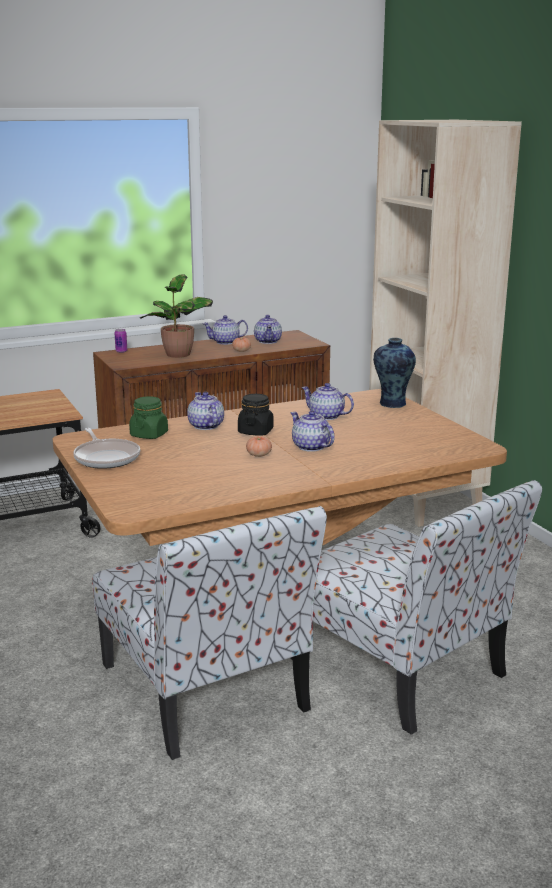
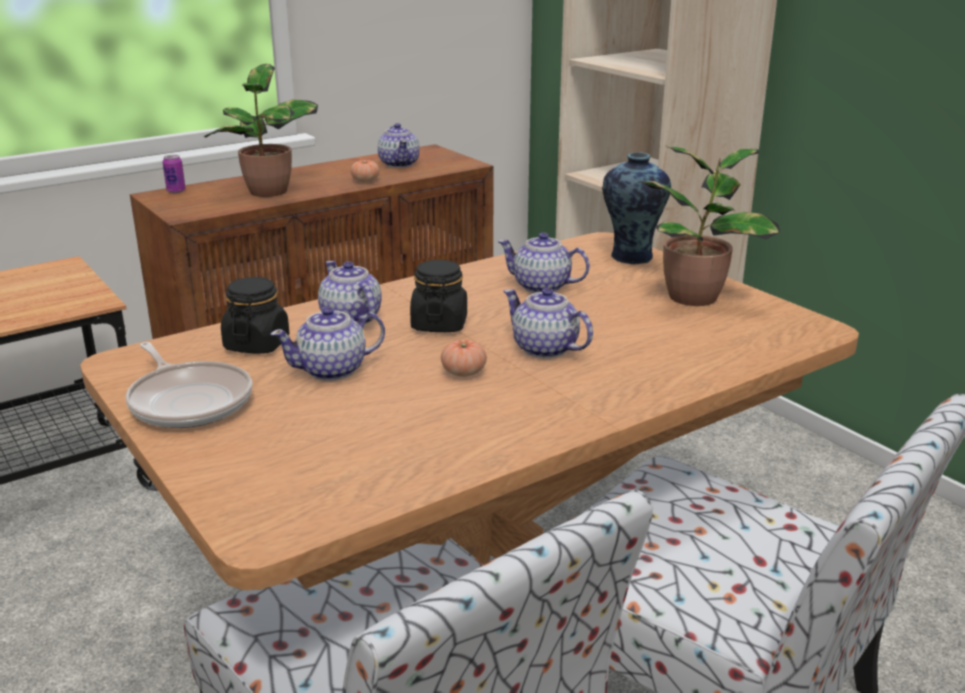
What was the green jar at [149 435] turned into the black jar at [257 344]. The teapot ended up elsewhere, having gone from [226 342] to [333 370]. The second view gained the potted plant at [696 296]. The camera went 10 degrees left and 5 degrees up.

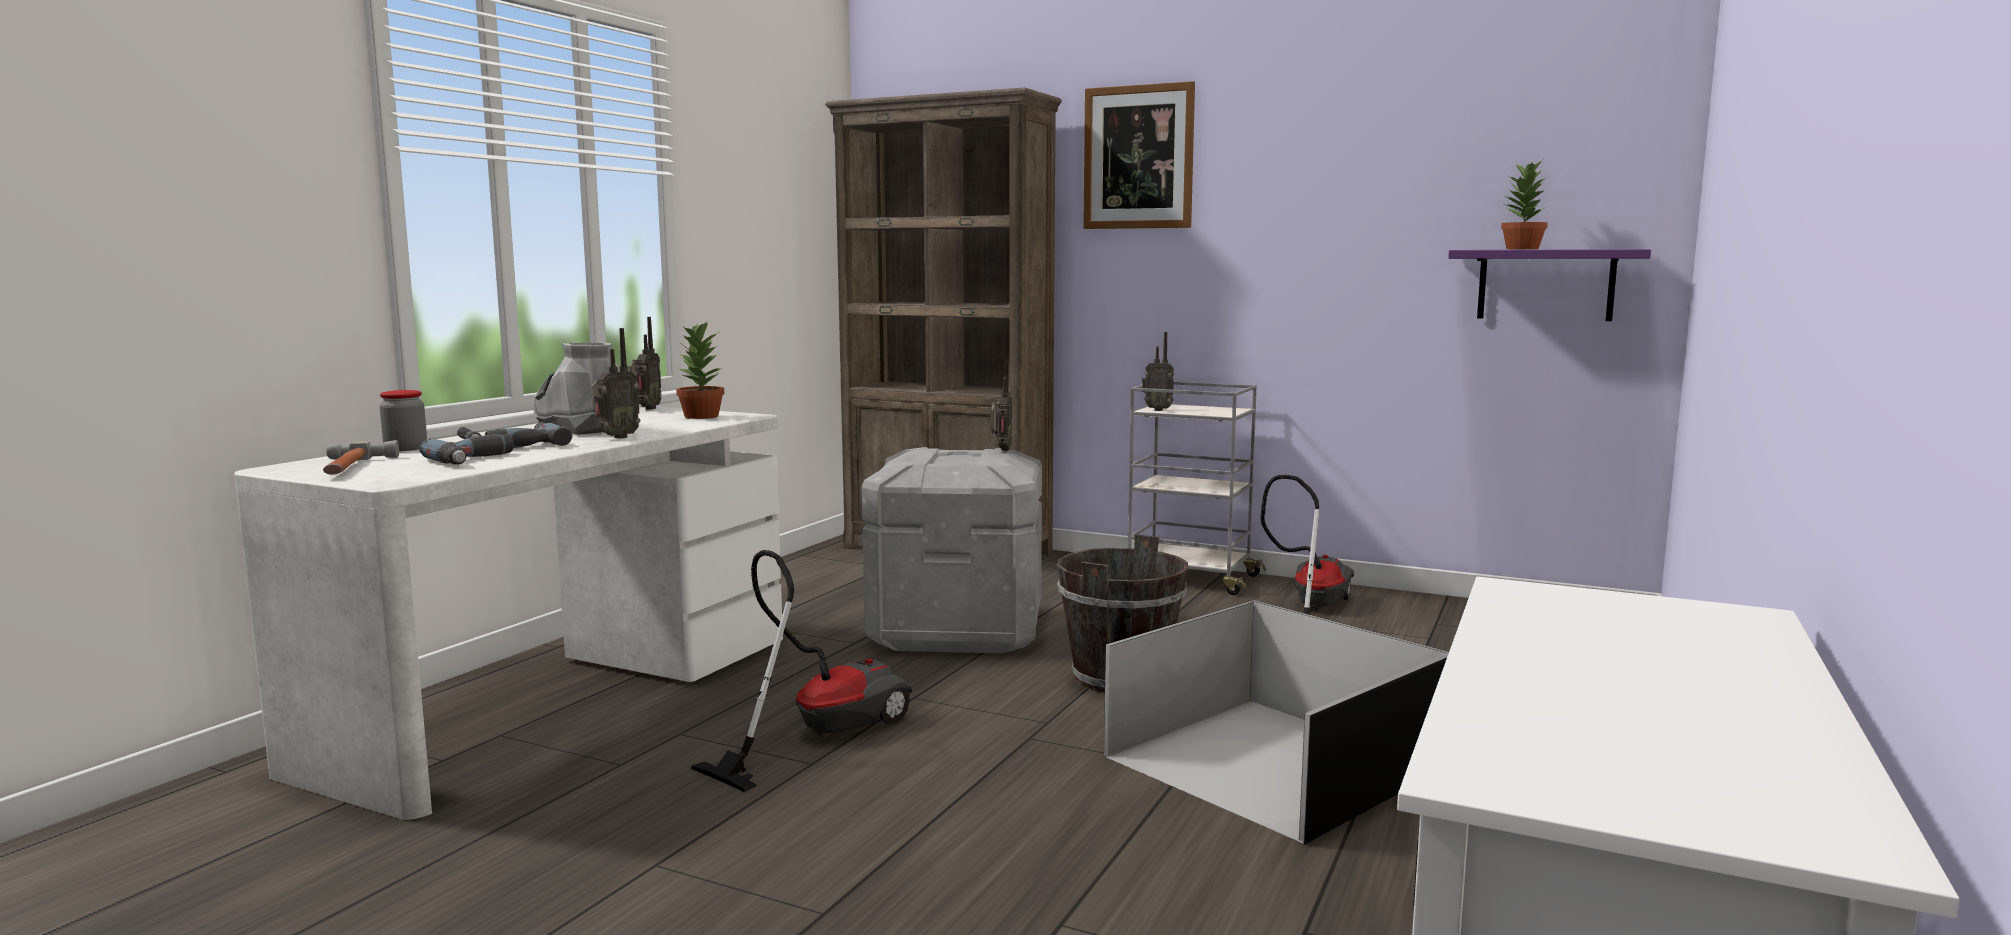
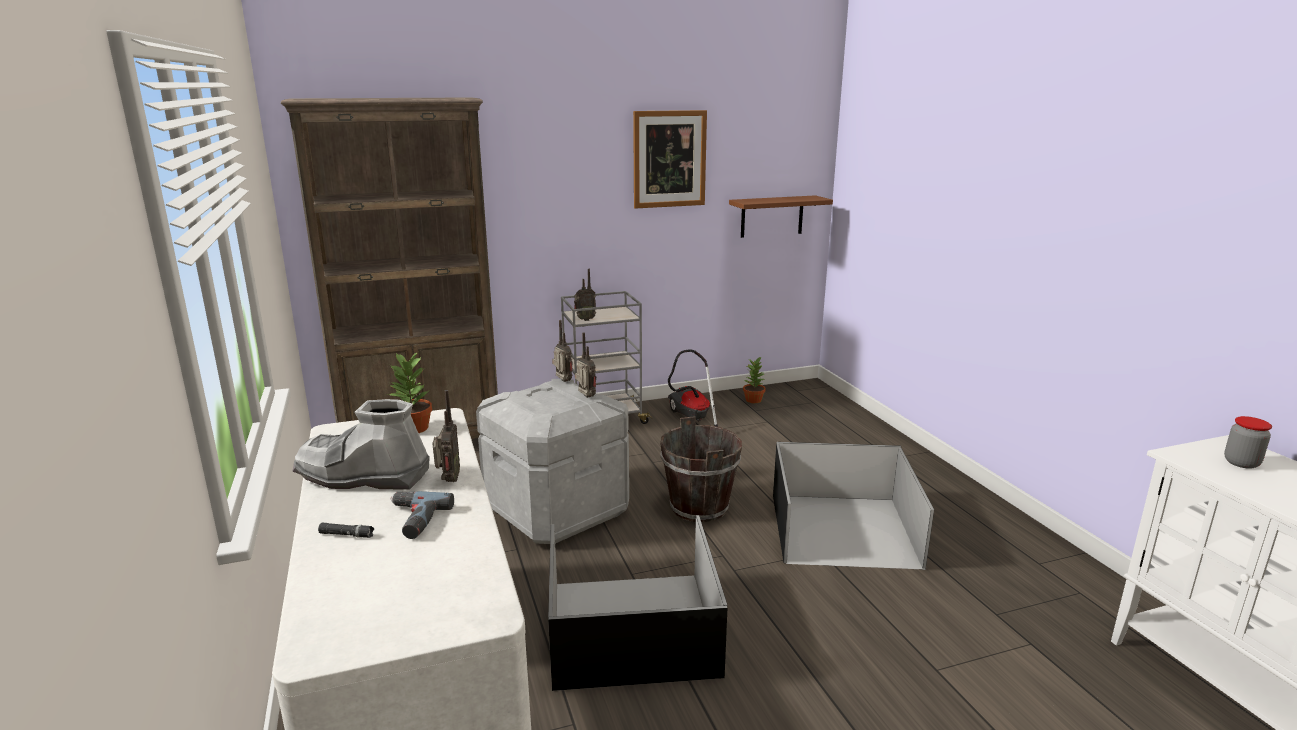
The second view lost the hammer at [350 468]. The jar ended up elsewhere, having gone from [405 448] to [1241 463]. The second view lost the power drill at [476 459]. The radio ended up elsewhere, having gone from [645 409] to [585 397]. Where the vacuum cleaner stood at [819 733], the black storage box came to stand at [634 628]. The picture ended up elsewhere, having gone from [1138 157] to [669 159]. What was the purple shelf at [1545 285] turned into the brown shelf at [772 216]. The potted plant ended up elsewhere, having gone from [1523 249] to [754 400]. The camera went 45 degrees left and 10 degrees up.

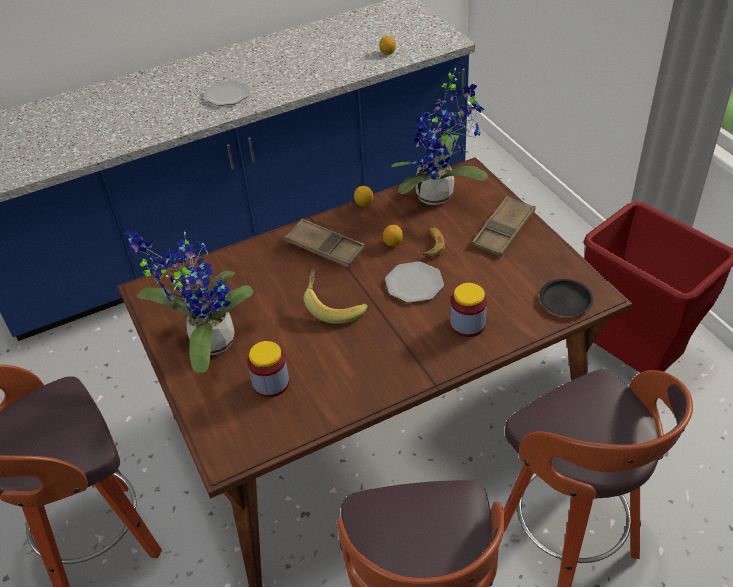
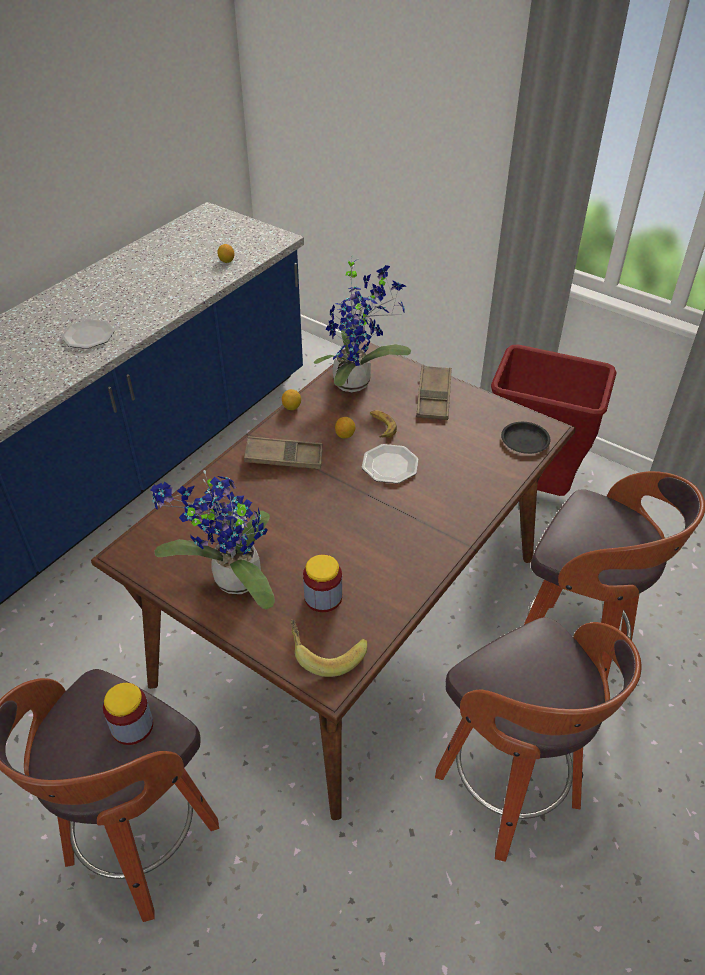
The banana ended up elsewhere, having gone from [334 306] to [326 653]. The jar ended up elsewhere, having gone from [467 324] to [132 726]. The camera went 30 degrees left and 0 degrees up.

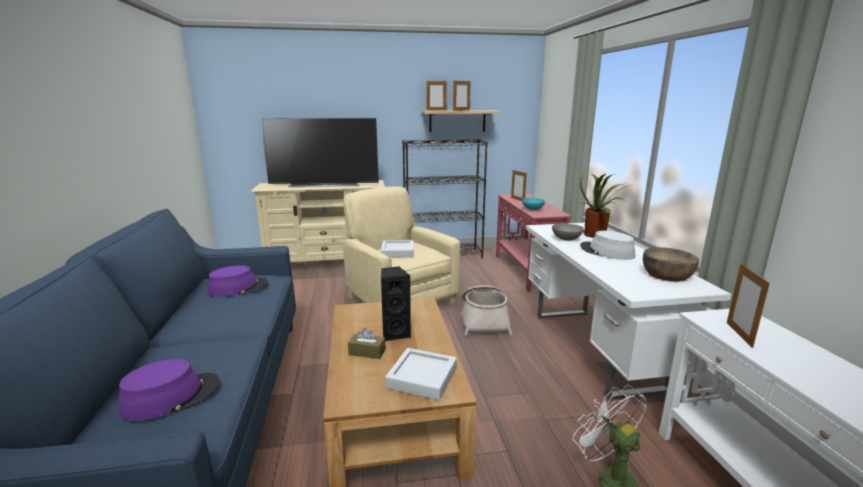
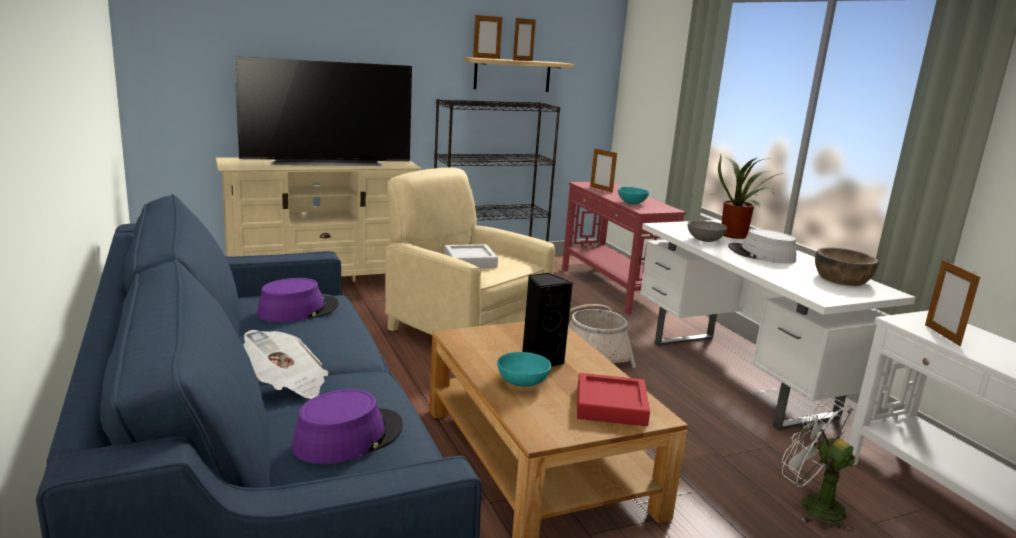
Where the brown tissue box stood at [367 352], the turquoise bowl came to stand at [523 383]. What was the grey tray at [422 378] turned into the red tray at [611 406]. The second view gained the newspaper at [286 384]. The camera went 15 degrees left and 0 degrees up.

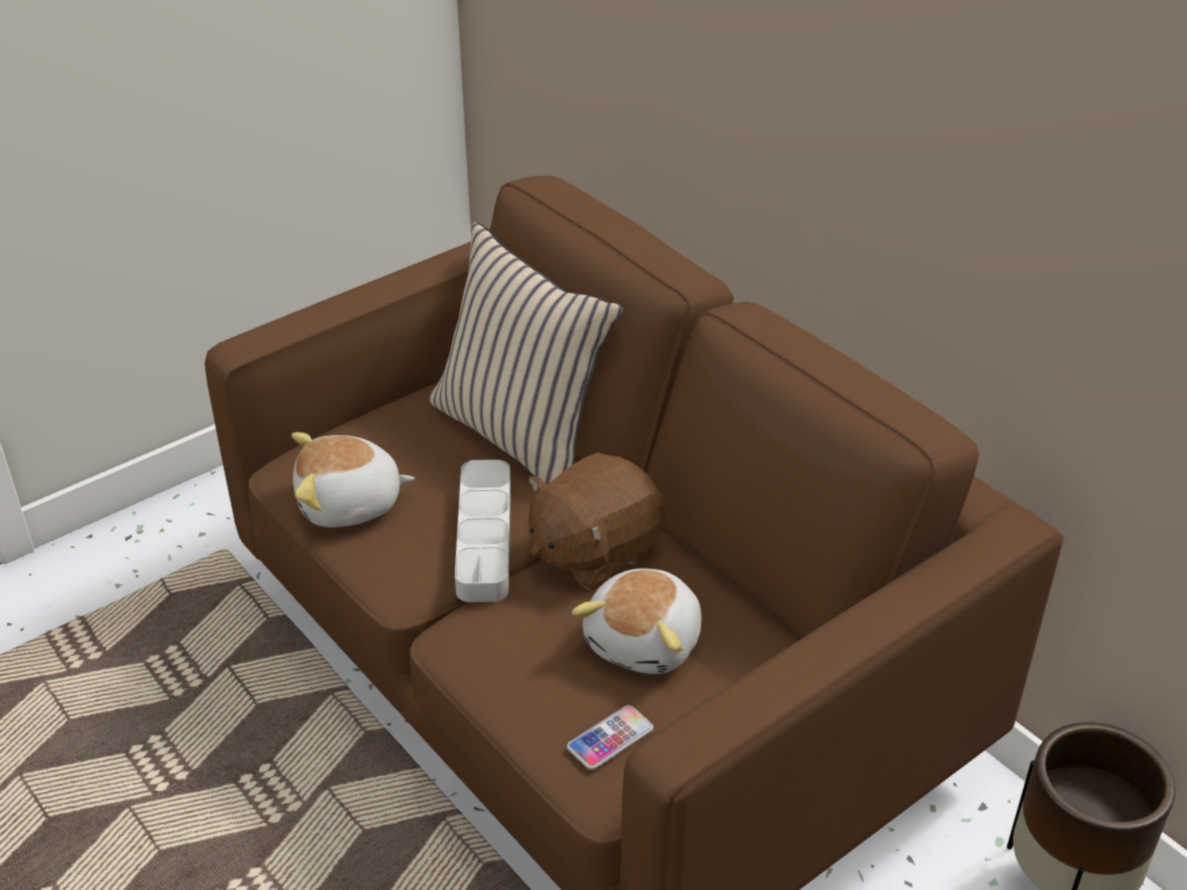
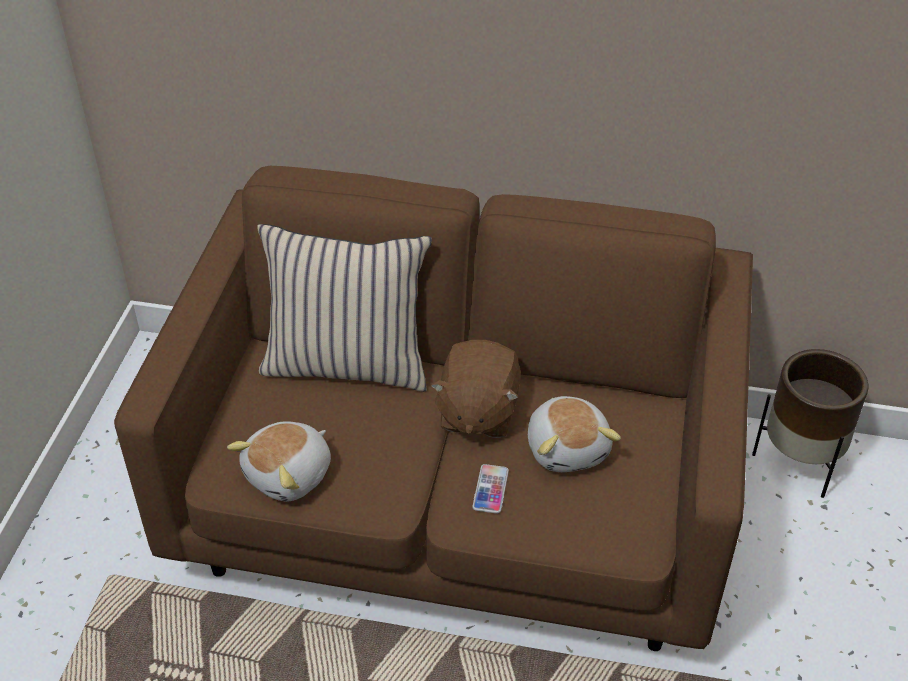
The second view lost the grey tray at [484 537]. The phone ended up elsewhere, having gone from [610 738] to [490 489]. The camera went 40 degrees left and 5 degrees up.

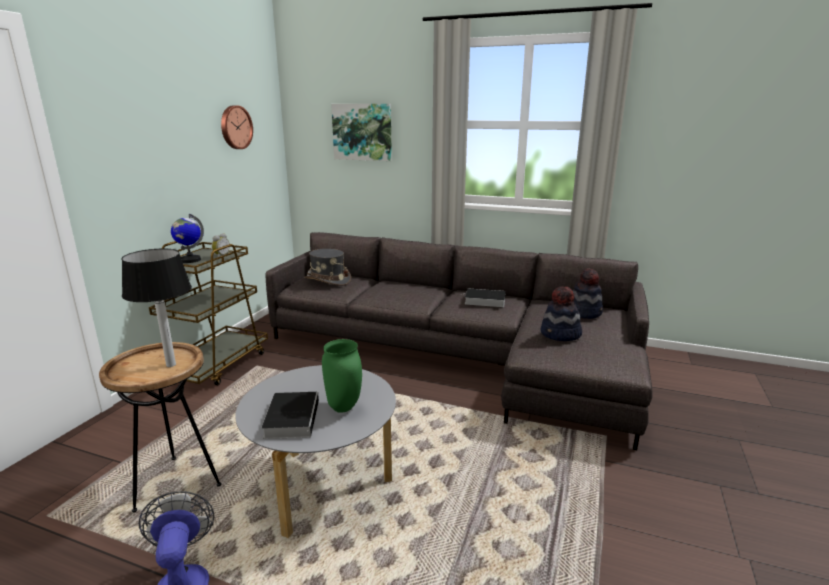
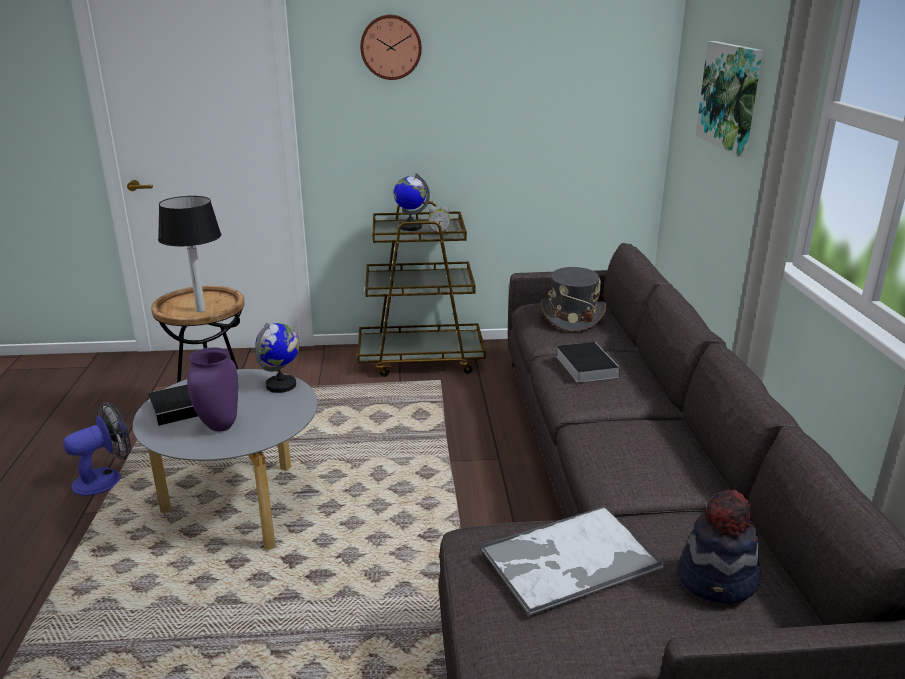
The wall clock ended up elsewhere, having gone from [235 127] to [391 47]. What was the green vase at [343 408] turned into the purple vase at [219 426]. The book ended up elsewhere, having gone from [483 300] to [585 365]. Where the hat stood at [560 335], the tray came to stand at [568 560]. The second view gained the globe at [281 385]. The camera went 65 degrees right and 5 degrees up.

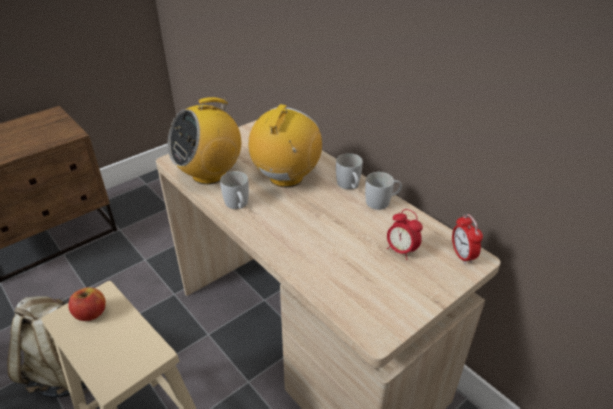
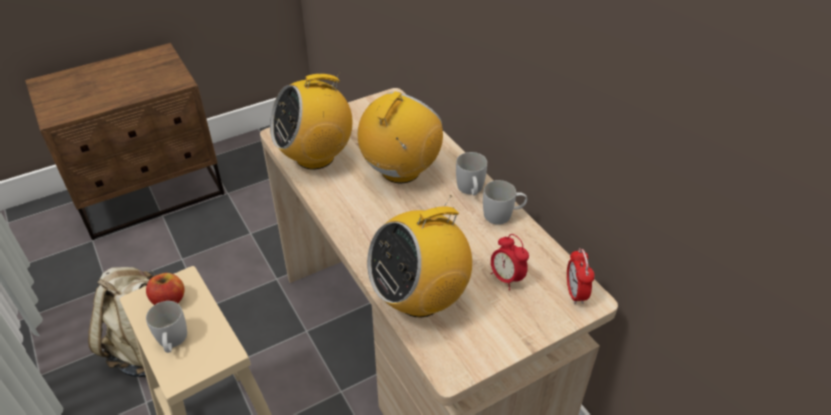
The white mug ended up elsewhere, having gone from [238 205] to [172 342]. The second view gained the radio at [420 298]. The camera went 10 degrees right and 5 degrees up.

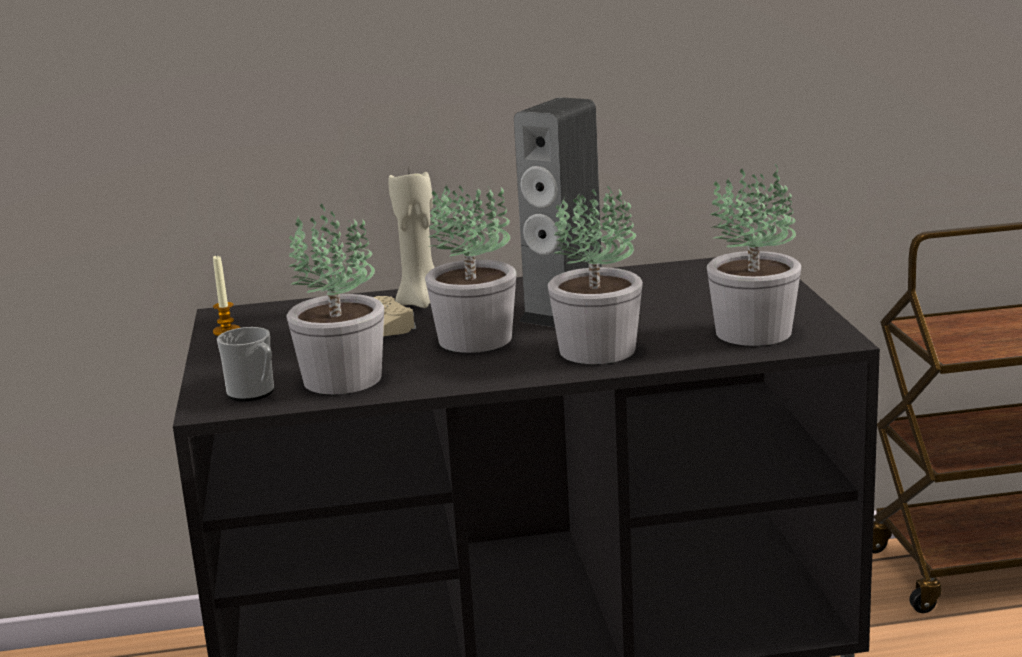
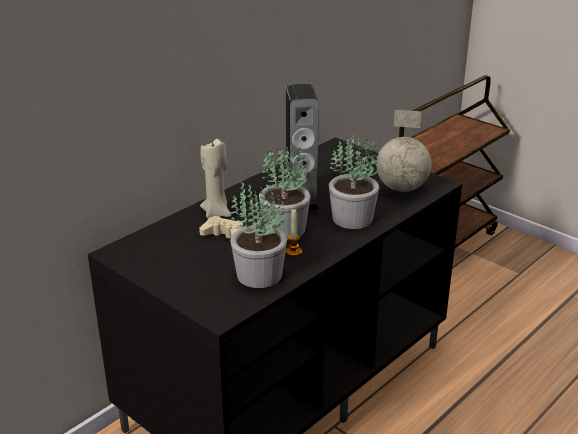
The candle ended up elsewhere, having gone from [226 331] to [293 251]. The second view lost the mug at [254 393]. Where the potted plant stood at [753 331], the globe came to stand at [401 188]. The camera went 40 degrees left and 10 degrees up.

